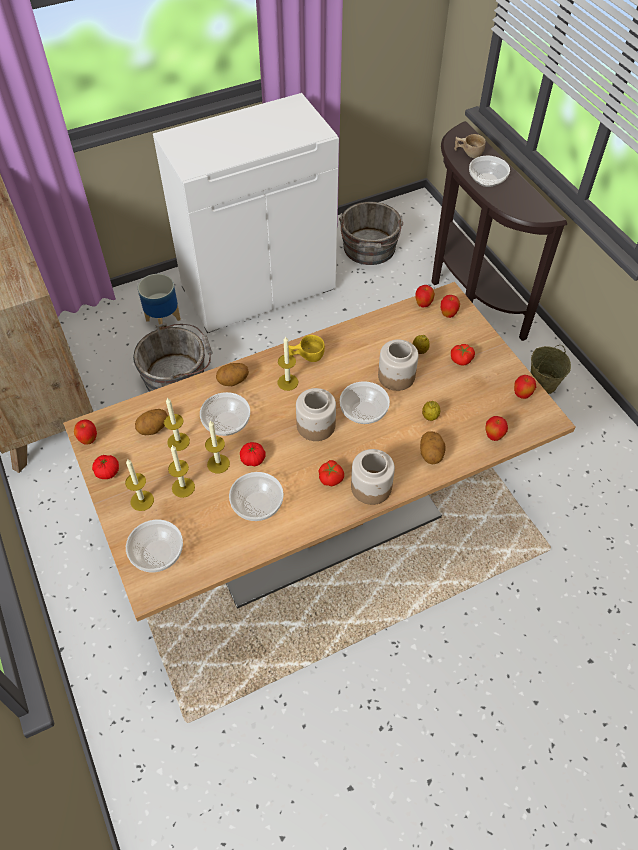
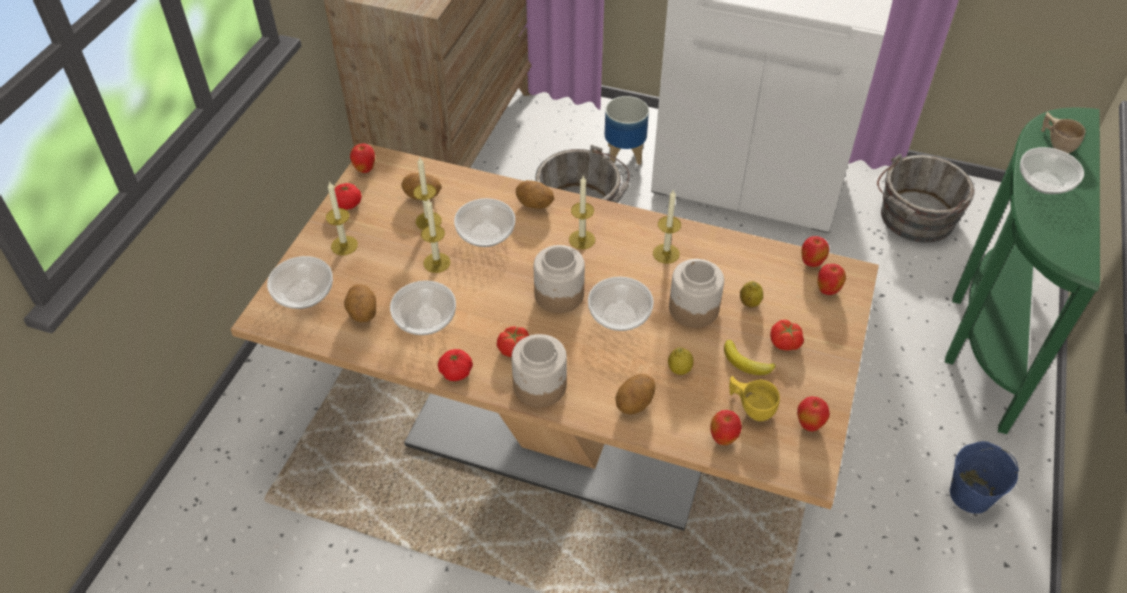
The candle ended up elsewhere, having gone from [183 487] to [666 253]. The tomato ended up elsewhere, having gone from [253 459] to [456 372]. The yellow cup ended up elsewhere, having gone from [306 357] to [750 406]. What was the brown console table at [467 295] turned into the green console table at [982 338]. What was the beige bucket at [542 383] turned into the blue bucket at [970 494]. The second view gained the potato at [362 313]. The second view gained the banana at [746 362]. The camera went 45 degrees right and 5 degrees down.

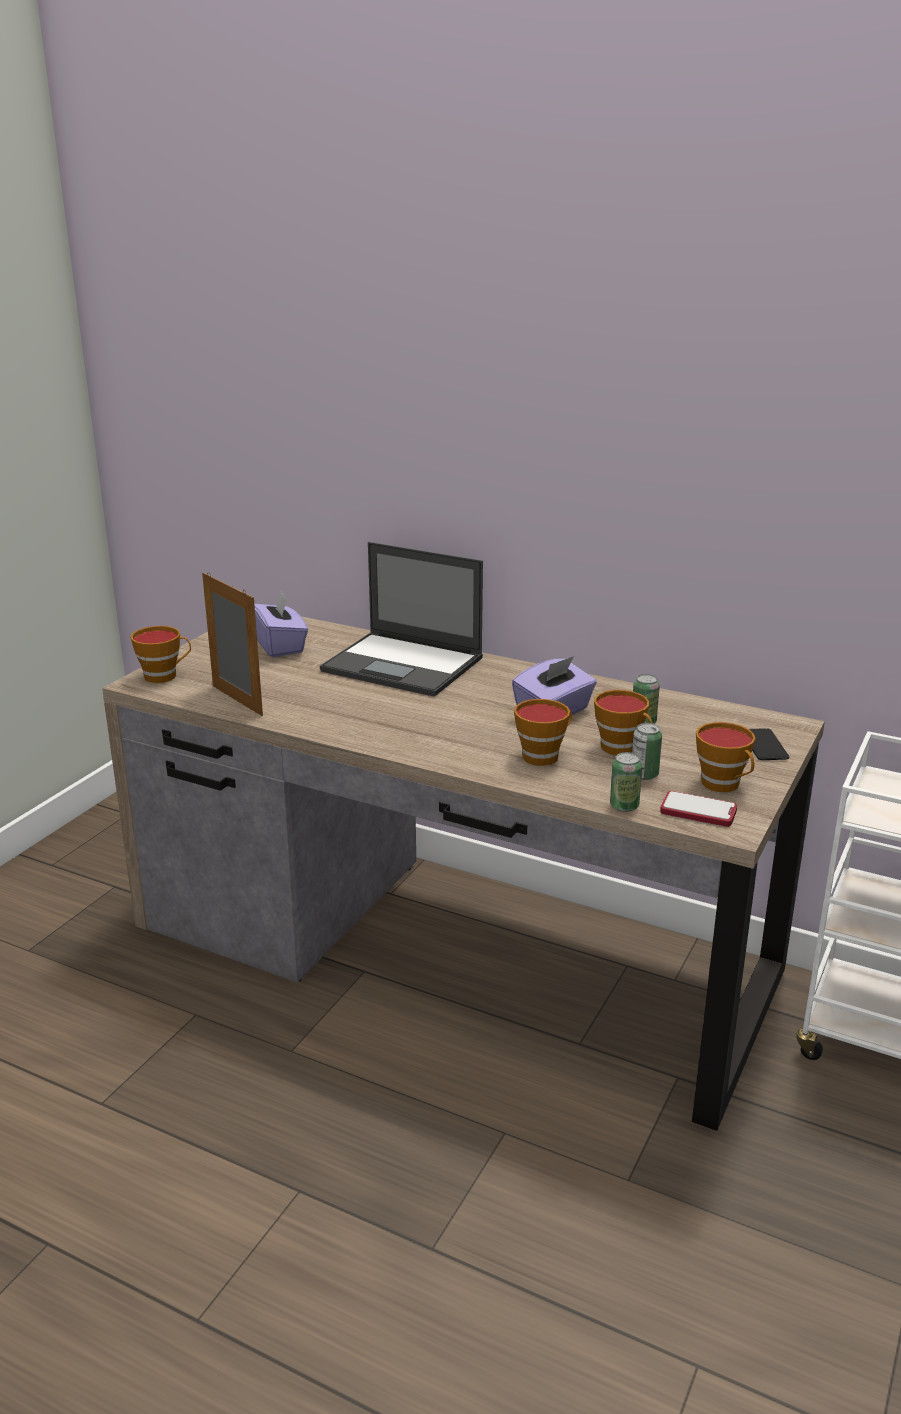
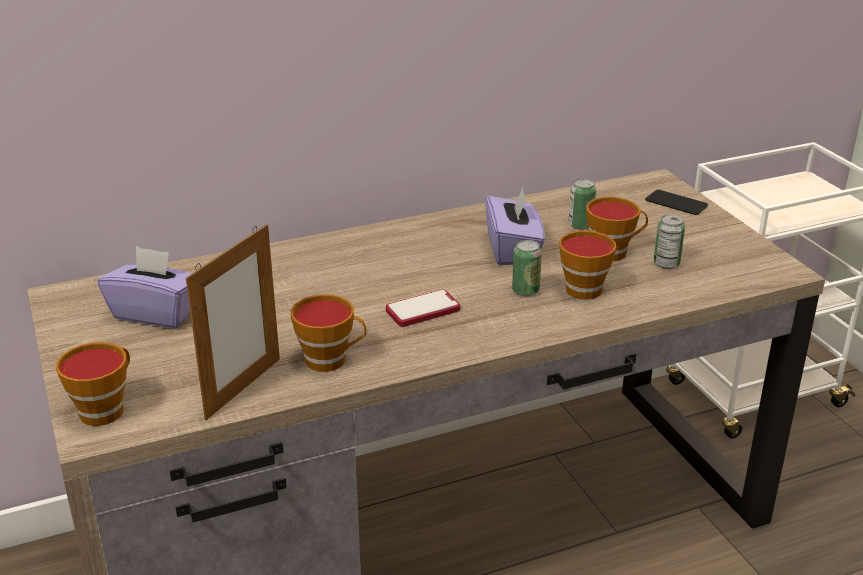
The picture frame at [237 700] ended up facing another way, 120 degrees clockwise from before. The second view lost the laptop at [404 665]. The can ended up elsewhere, having gone from [624 806] to [525 291]. The phone ended up elsewhere, having gone from [698 811] to [423 310]. The cup ended up elsewhere, having gone from [724 785] to [331 360]. The camera went 50 degrees left and 5 degrees up.

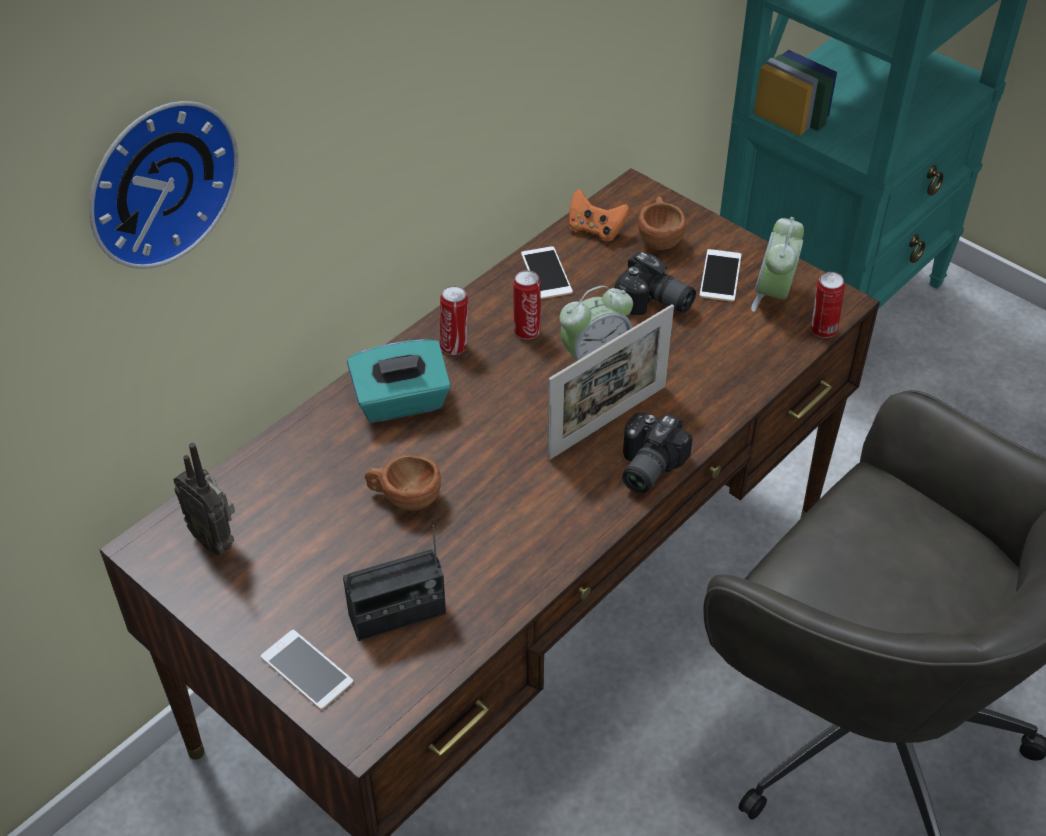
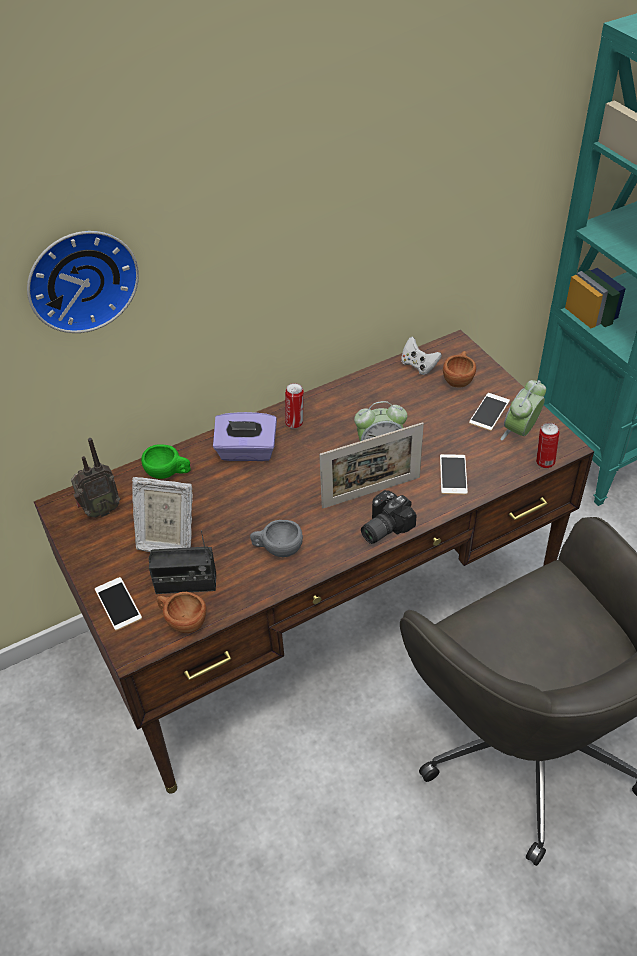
The radio at [215 539] ended up facing another way, 90 degrees counterclockwise from before. What was the turquoise tissue box at [401 402] turned into the purple tissue box at [247 451]. The brown cup ended up elsewhere, having gone from [404 498] to [182 621]. The second view lost the can at [527 330]. The phone ended up elsewhere, having gone from [546 273] to [453 474]. What was the orange game controller at [595 230] turned into the white game controller at [418 366]. The second view lost the photo camera at [654 303]. The second view gained the picture frame at [166 539]. The second view gained the green cup at [168 473]. The second view gained the grey cup at [277 549]. The camera went 20 degrees right and 0 degrees up.

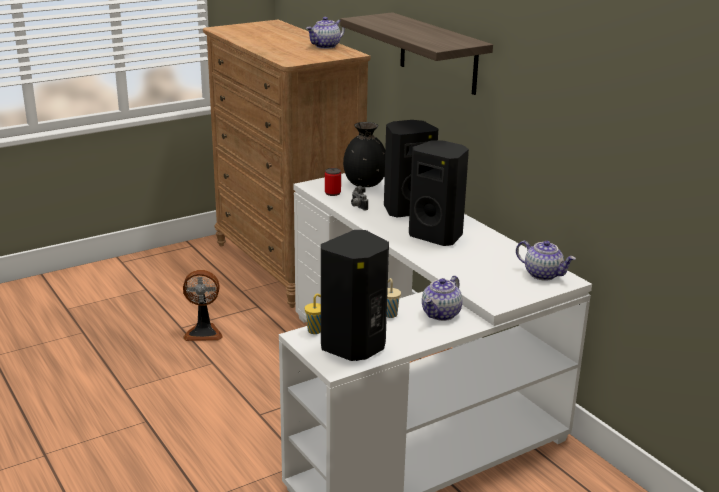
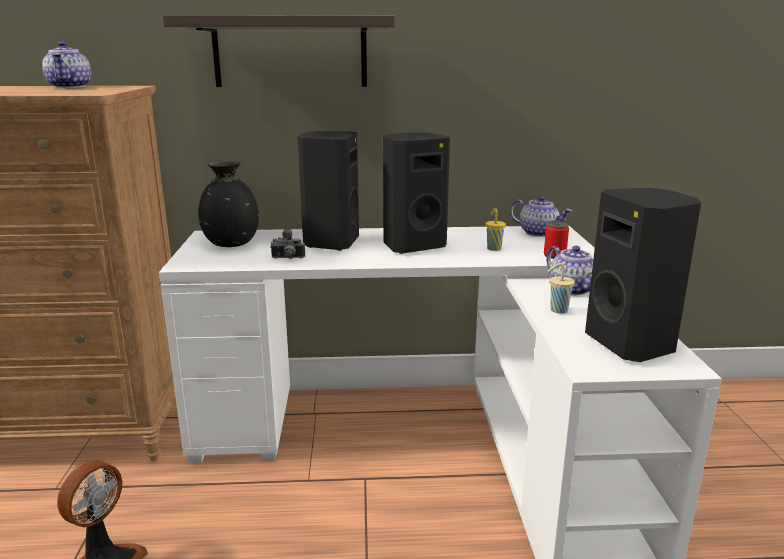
The yellow cup ended up elsewhere, having gone from [315 330] to [493 248]. The can ended up elsewhere, having gone from [332 193] to [554 256]. The teapot at [543 274] ended up facing another way, 60 degrees clockwise from before. The camera went 60 degrees left and 5 degrees down.

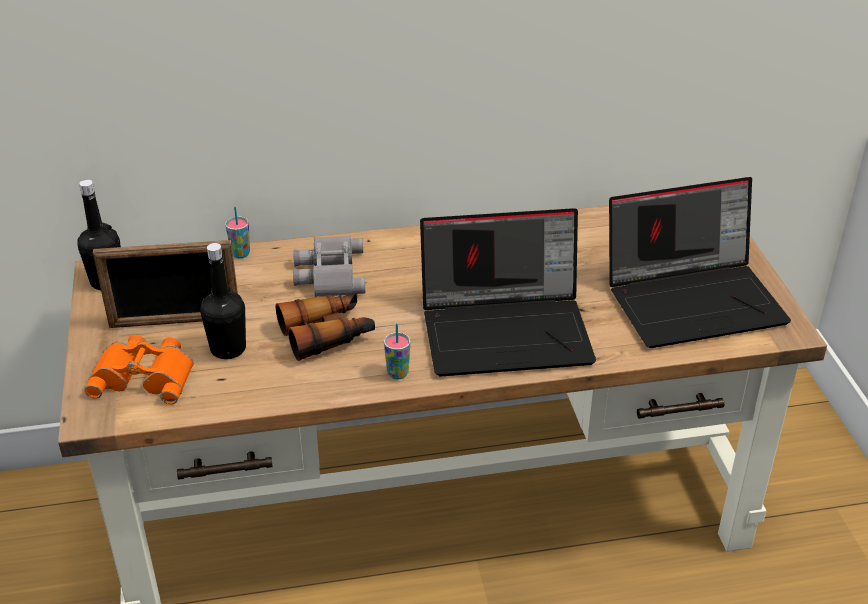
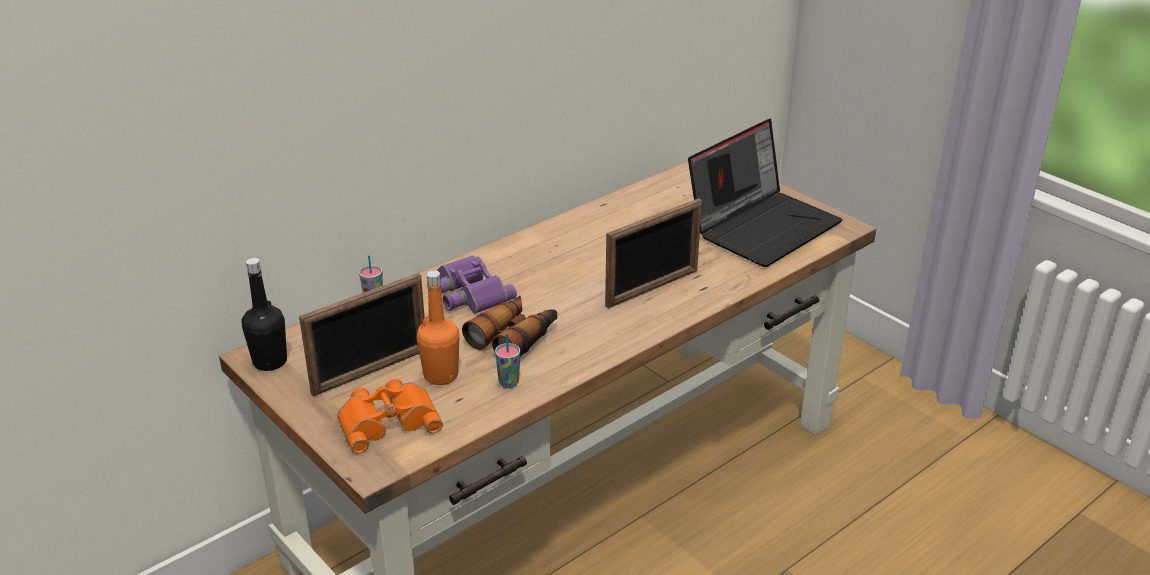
What was the black bottle at [228 349] turned into the orange bottle at [441 375]. What was the grey binoculars at [328 273] turned into the purple binoculars at [467 293]. The cup ended up elsewhere, having gone from [397 373] to [508 383]. Where the laptop stood at [507 330], the picture frame came to stand at [652 288]. The camera went 30 degrees left and 5 degrees down.

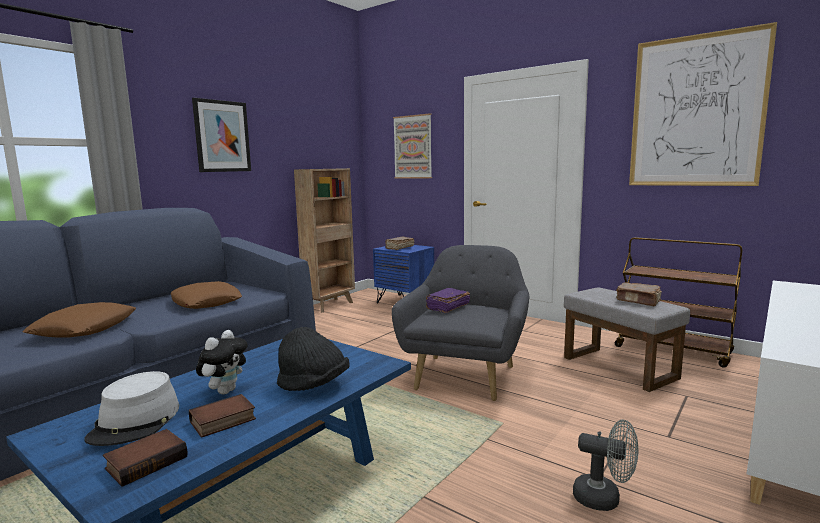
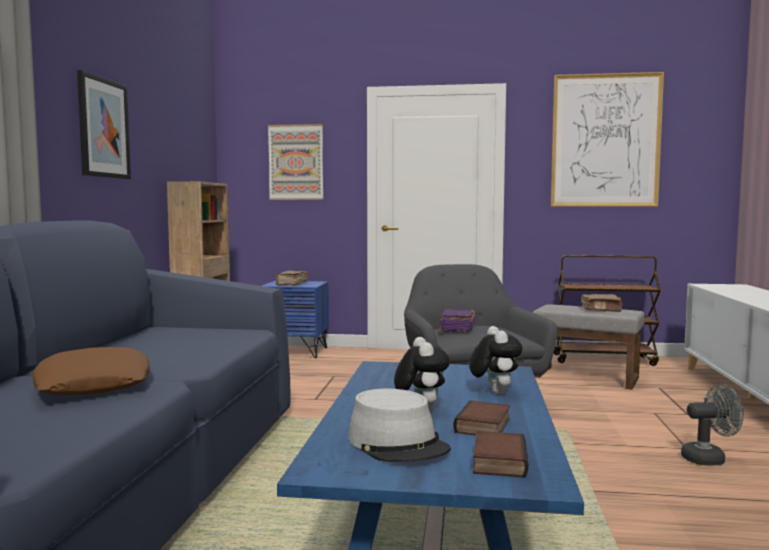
The second view lost the brown pillow at [206 302]. Where the black hat stood at [313 385], the plush toy came to stand at [494 392]. The camera went 30 degrees left and 5 degrees down.

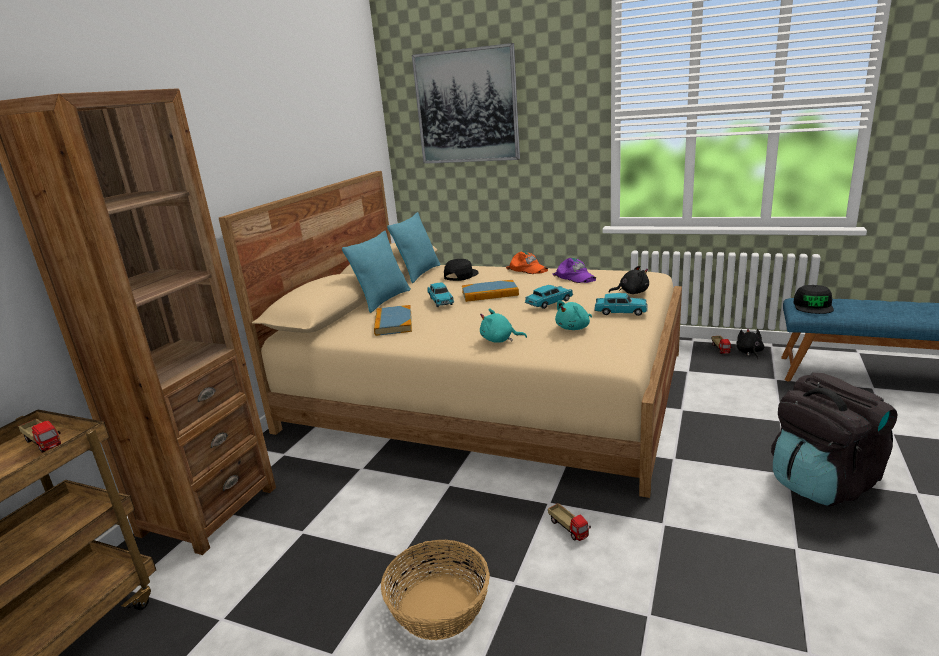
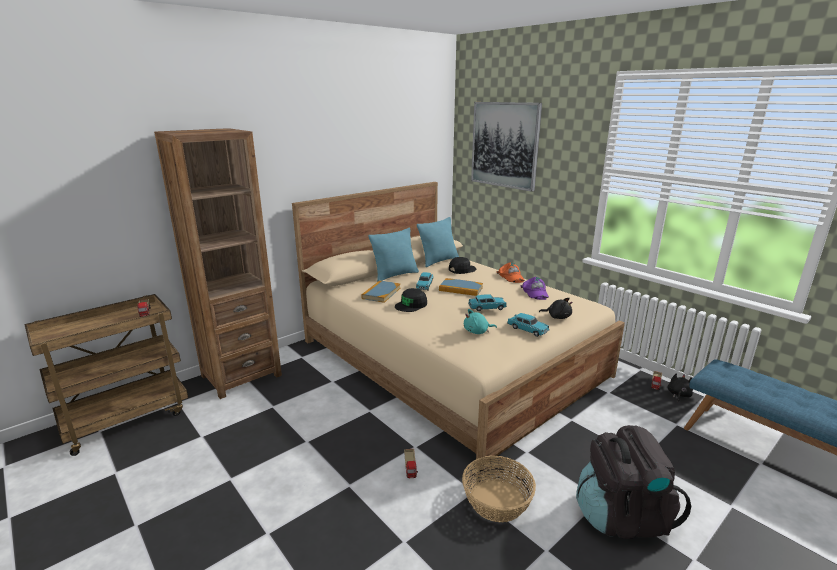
The basket ended up elsewhere, having gone from [438 607] to [496 500]. The second view lost the turquoise plush toy at [499 340]. The black cap ended up elsewhere, having gone from [813 306] to [411 305]. The camera went 25 degrees right and 0 degrees up.

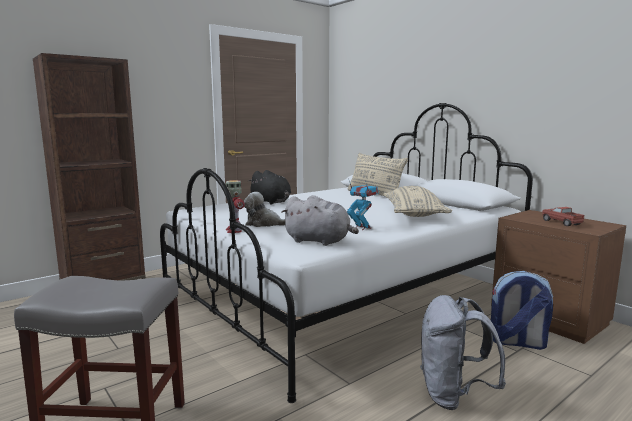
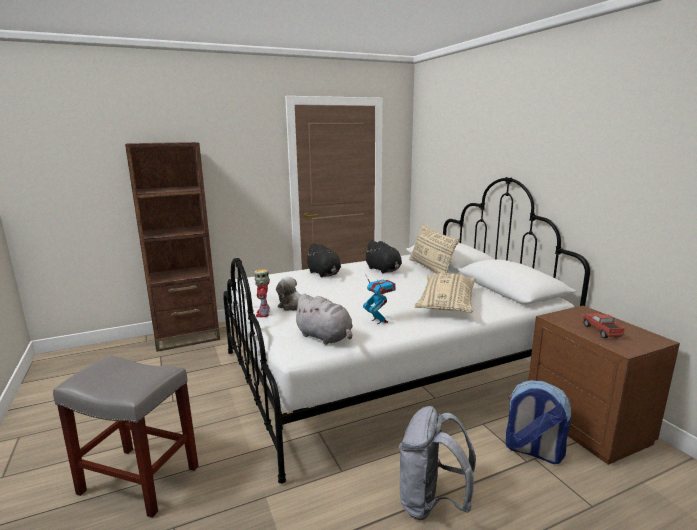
The second view gained the black plush toy at [384 270]. The camera went 15 degrees right and 5 degrees up.

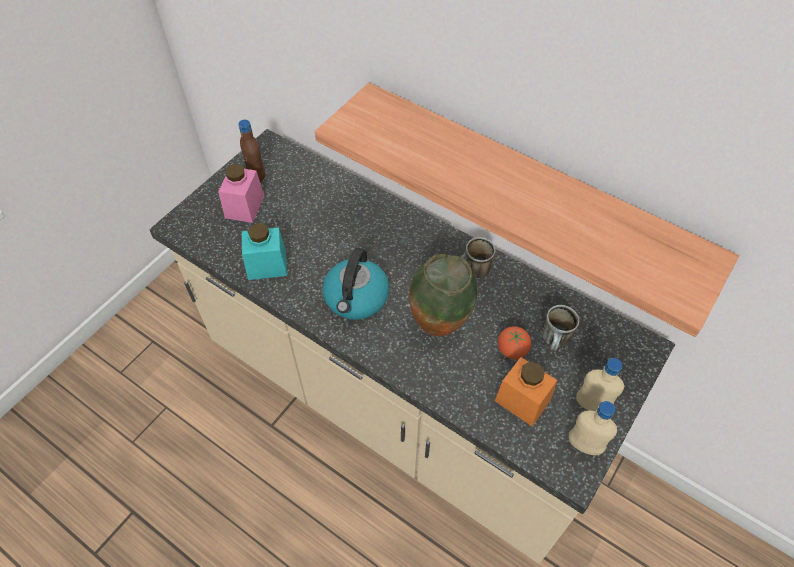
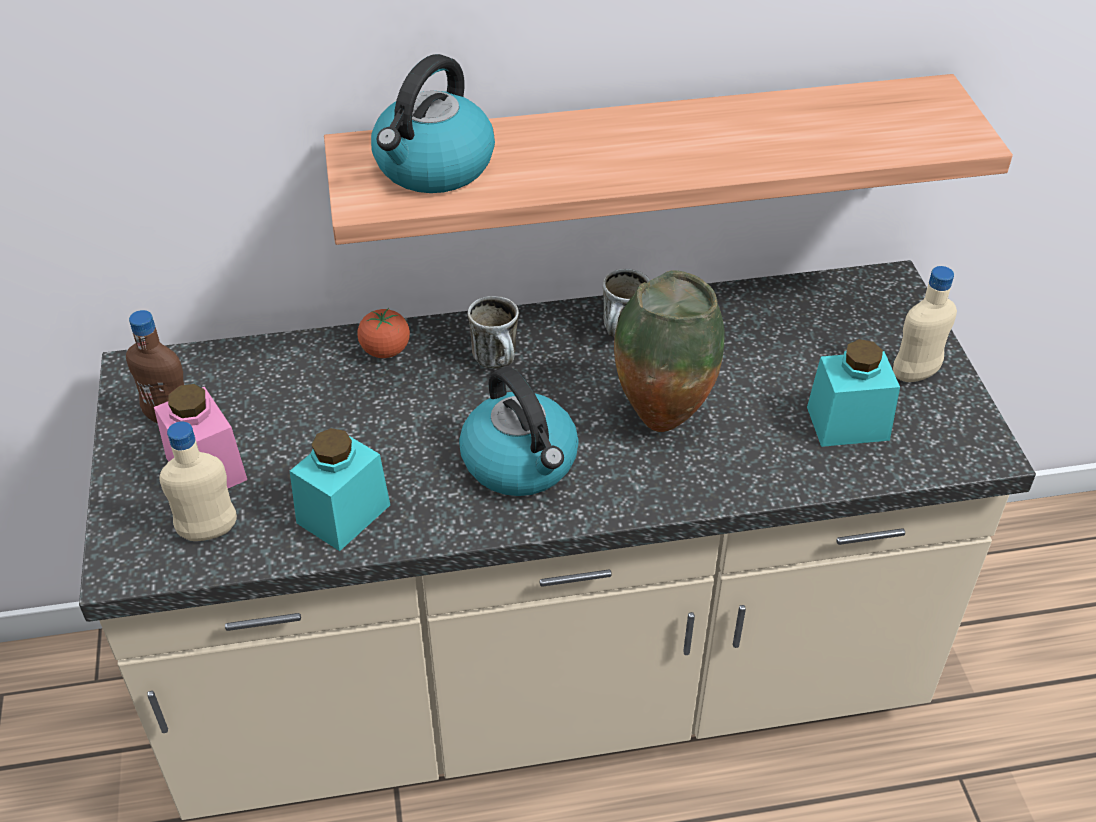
What was the orange jar at [522 400] turned into the turquoise jar at [847 423]. The tomato ended up elsewhere, having gone from [512 350] to [385 351]. The mug ended up elsewhere, having gone from [555 342] to [499 362]. The beige bottle ended up elsewhere, having gone from [584 445] to [208 531]. The second view gained the kettle at [433 167]. The camera went 45 degrees left and 10 degrees down.

